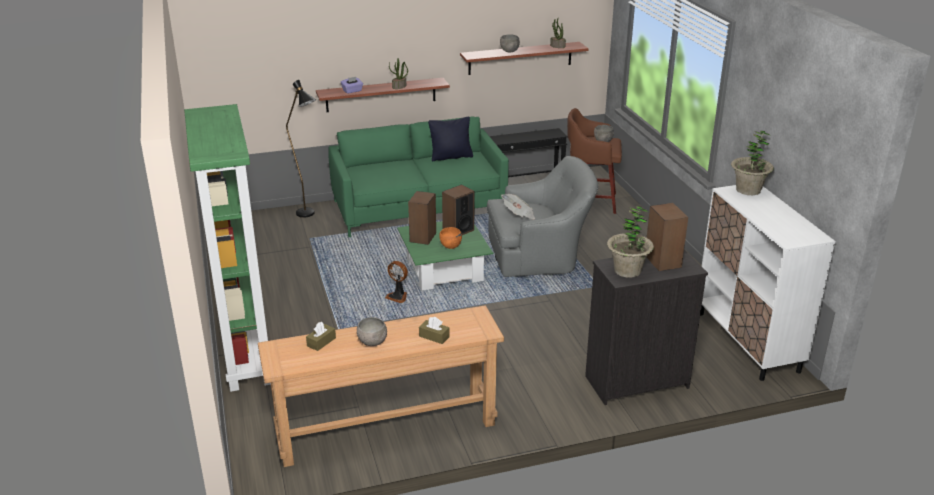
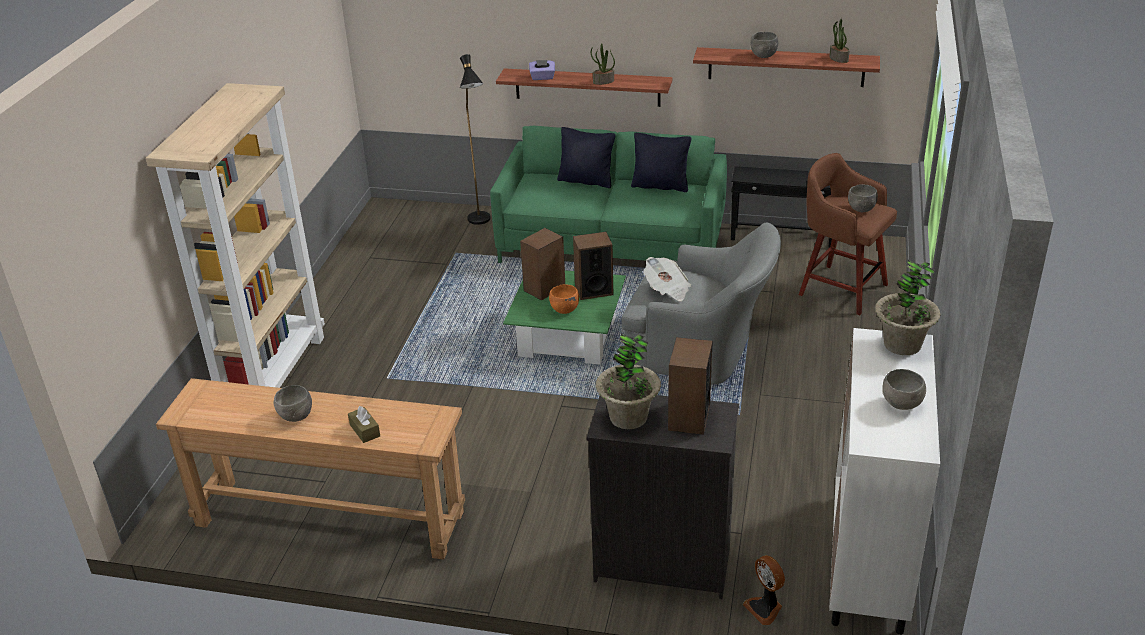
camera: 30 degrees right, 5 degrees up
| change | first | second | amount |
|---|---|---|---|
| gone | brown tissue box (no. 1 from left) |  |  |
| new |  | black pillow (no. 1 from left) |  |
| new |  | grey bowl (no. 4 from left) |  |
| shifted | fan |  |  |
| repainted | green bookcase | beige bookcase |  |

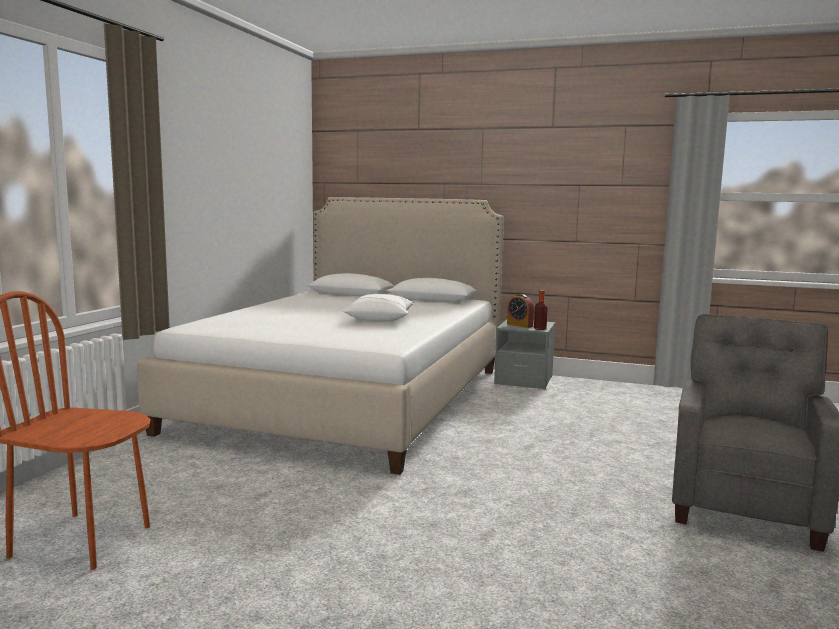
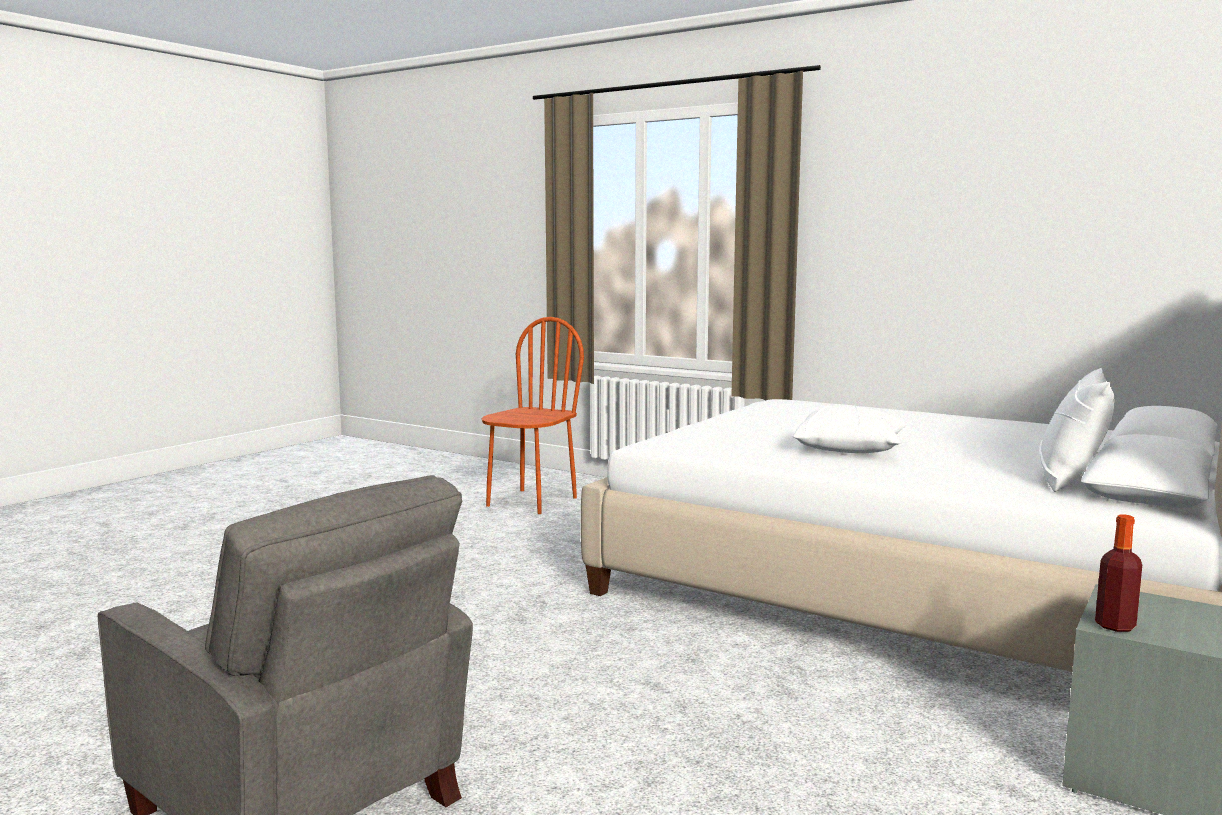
camera: 105 degrees right, 0 degrees up
| change | first | second | amount |
|---|---|---|---|
| gone | alarm clock |  |  |
| new |  | white pillow (no. 2 from left) |  |

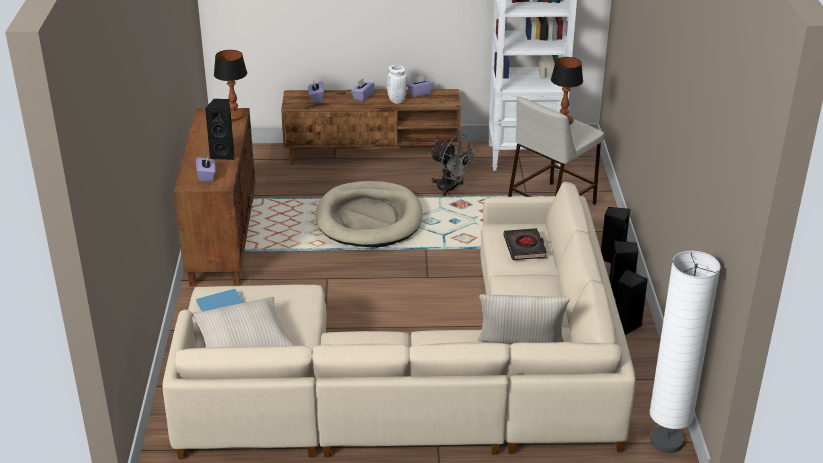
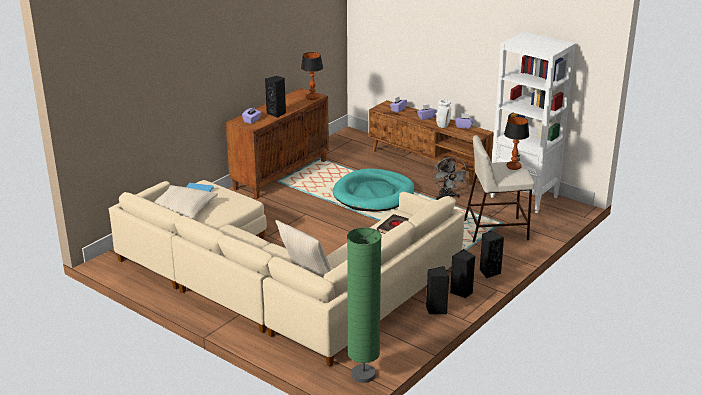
camera: 40 degrees right, 5 degrees down
| change | first | second | amount |
|---|---|---|---|
| repainted | beige dog bed | turquoise dog bed |  |
| repainted | white floor lamp | green floor lamp |  |

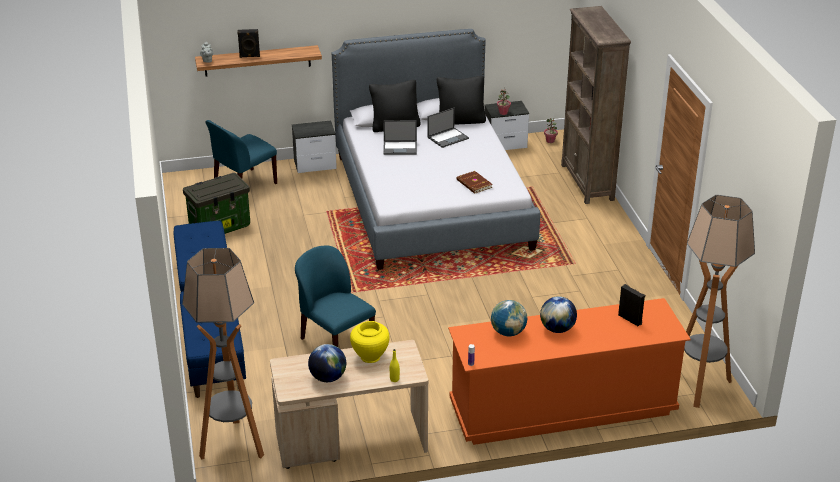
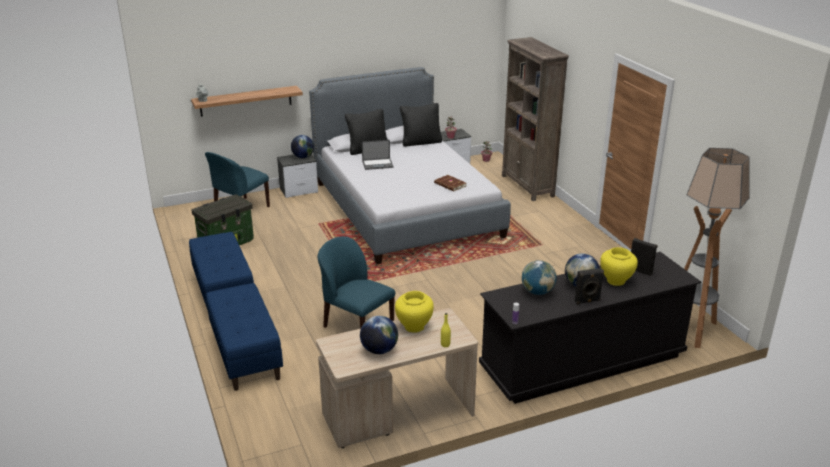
camera: 10 degrees left, 5 degrees down
| change | first | second | amount |
|---|---|---|---|
| gone | floor lamp (no. 1 from left) |  |  |
| gone | laptop (no. 2 from left) |  |  |
| new |  | globe (no. 1 from left) |  |
| new |  | yellow vase (no. 2 from left) |  |
| shifted | black speaker (no. 1 from left) |  |  |
| repainted | orange dresser | black dresser |  |

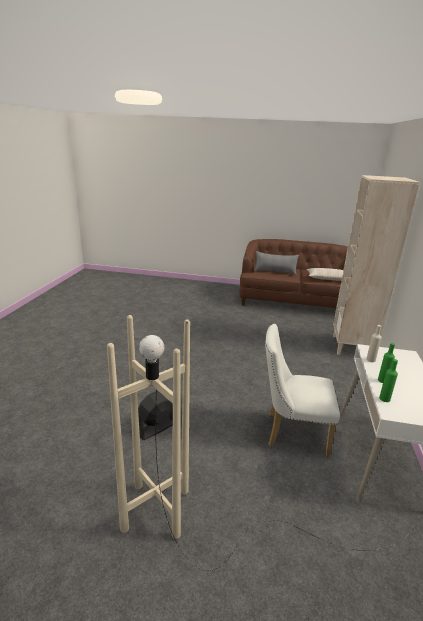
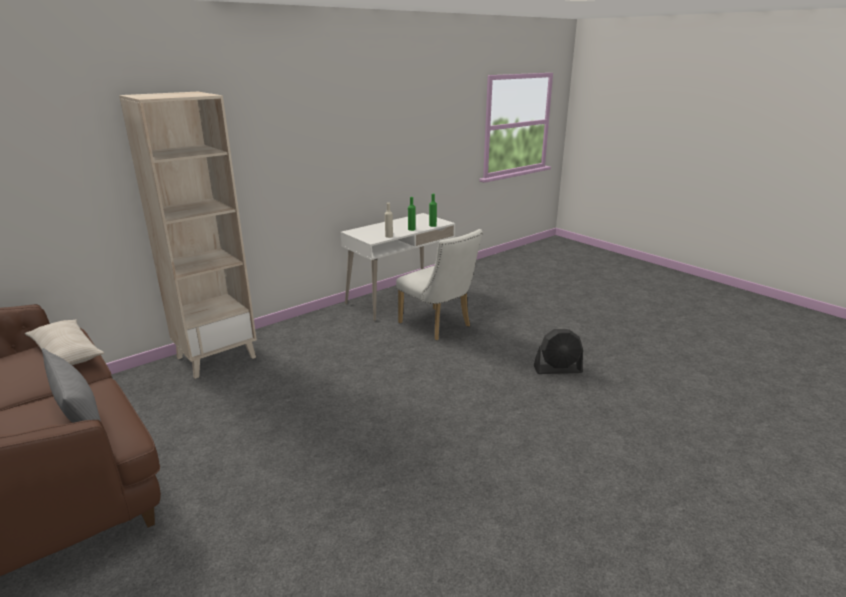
camera: 140 degrees left, 0 degrees up
| change | first | second | amount |
|---|---|---|---|
| gone | beige floor lamp |  |  |

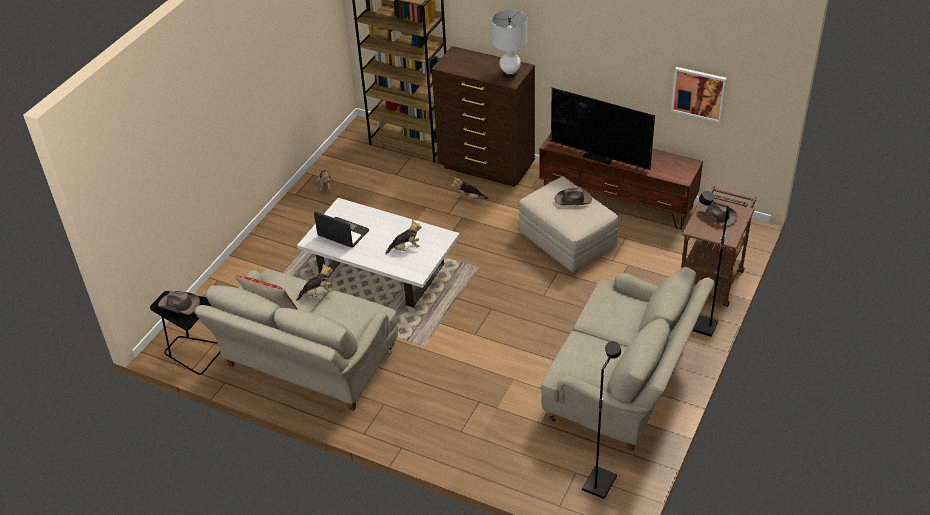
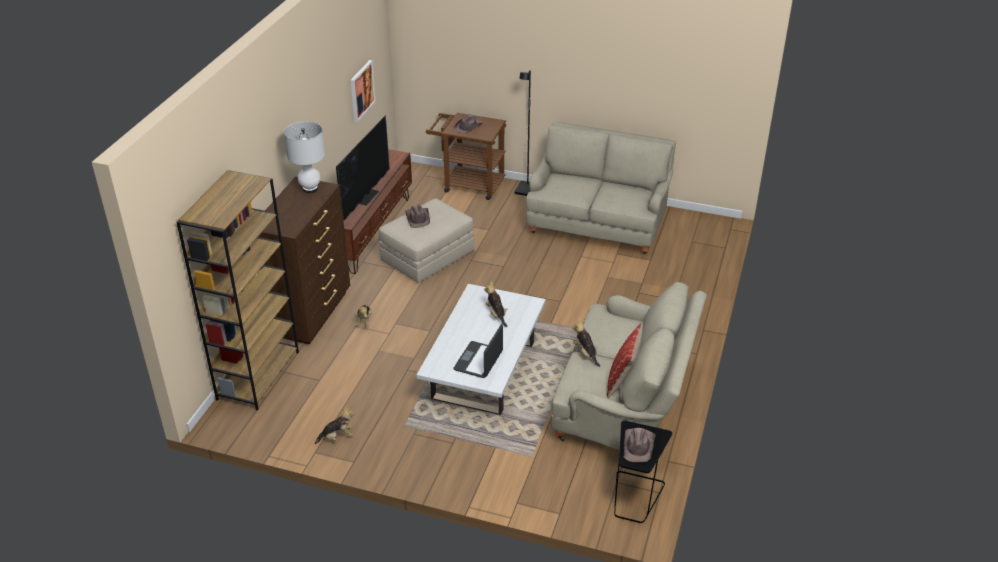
camera: 100 degrees left, 5 degrees down
| change | first | second | amount |
|---|---|---|---|
| gone | black floor lamp (no. 1 from left) |  |  |

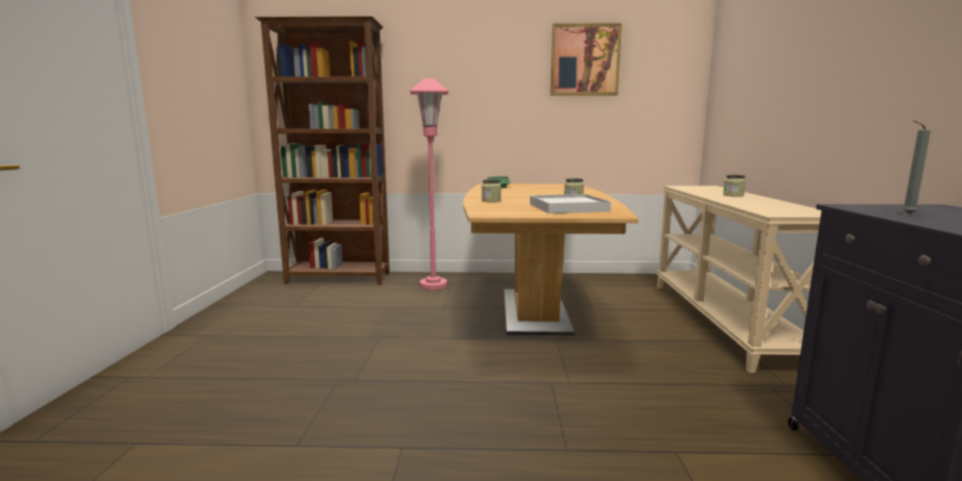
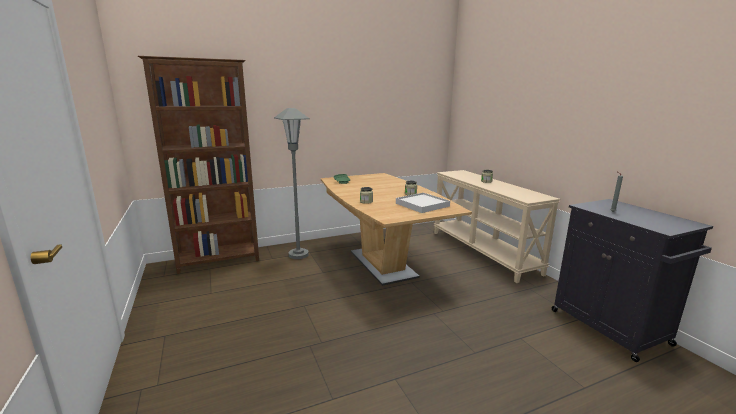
camera: 25 degrees left, 5 degrees up
| change | first | second | amount |
|---|---|---|---|
| gone | picture |  |  |
| repainted | pink floor lamp | grey floor lamp |  |

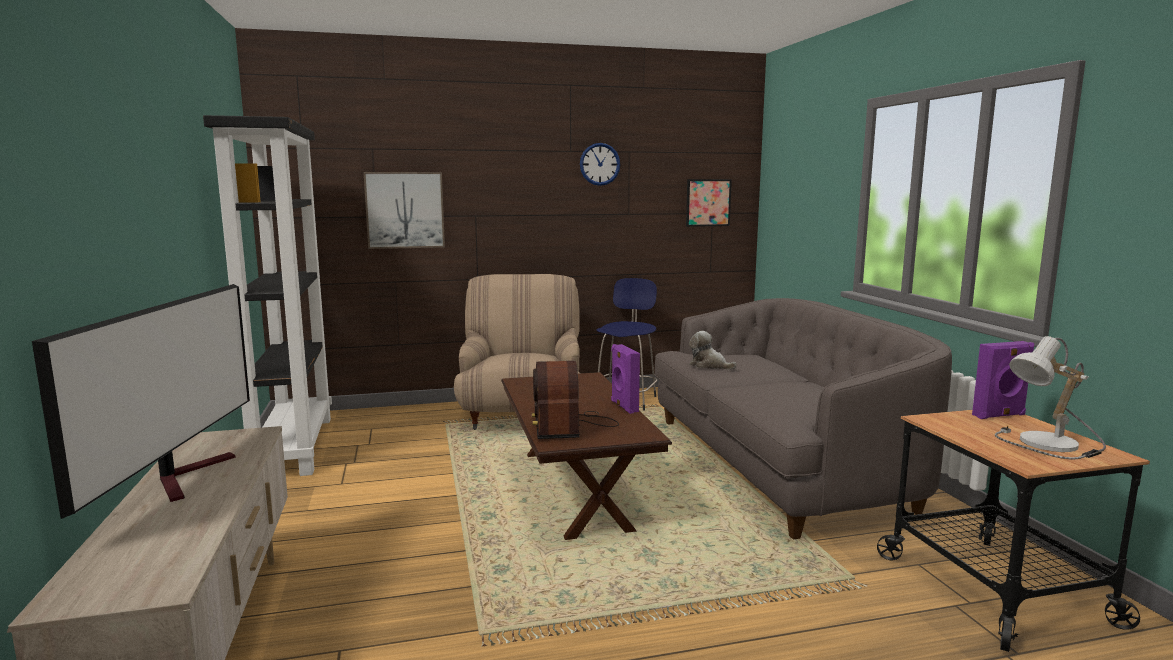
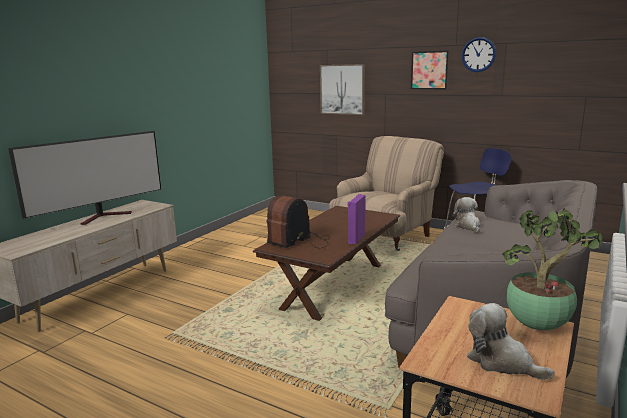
camera: 45 degrees right, 5 degrees up
| change | first | second | amount |
|---|---|---|---|
| gone | black bookcase |  |  |
| shifted | picture (no. 2 from left) |  |  |
| swapped | purple speaker (no. 2 from left) | potted plant |  |
| swapped | table lamp | plush toy (no. 2 from left) |  |

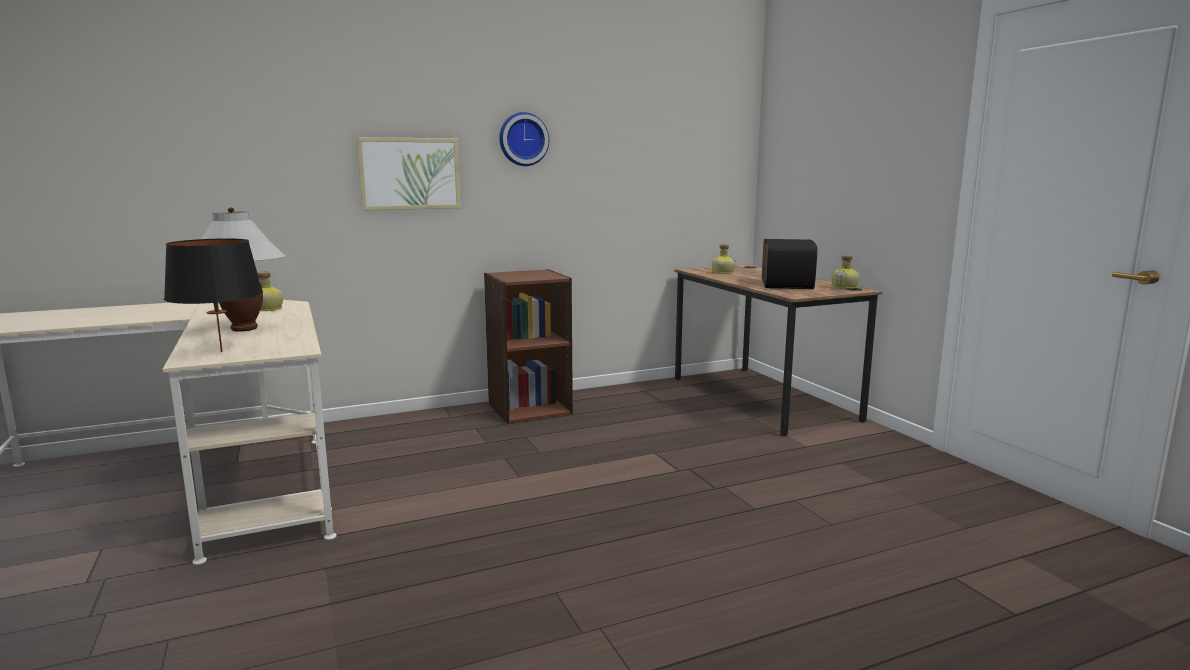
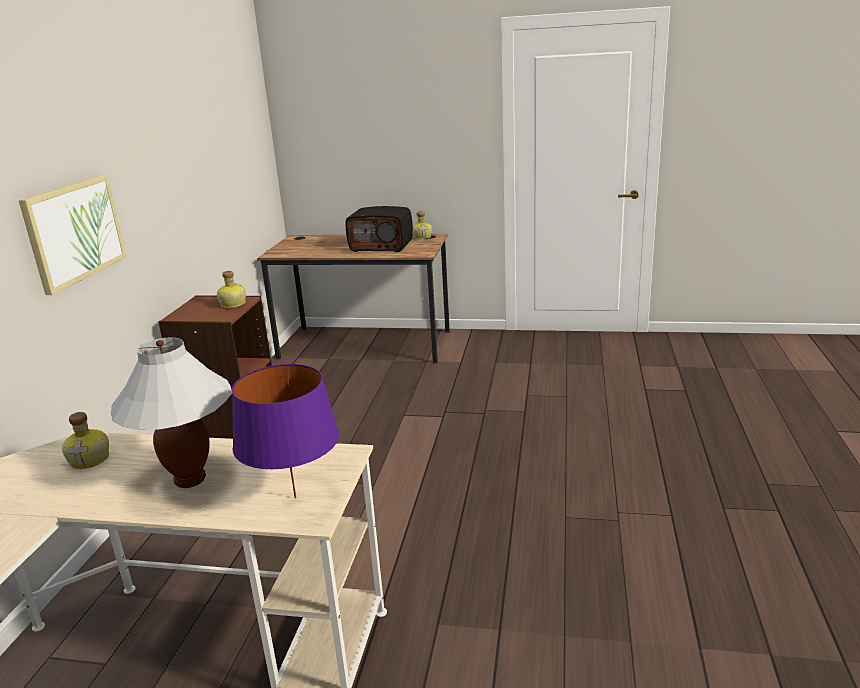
camera: 55 degrees left, 10 degrees up
| change | first | second | amount |
|---|---|---|---|
| gone | wall clock |  |  |
| shifted | bottle (no. 2 from left) |  |  |
| repainted | black table lamp | purple table lamp |  |
| rotated | radio |  | 150 degrees clockwise |

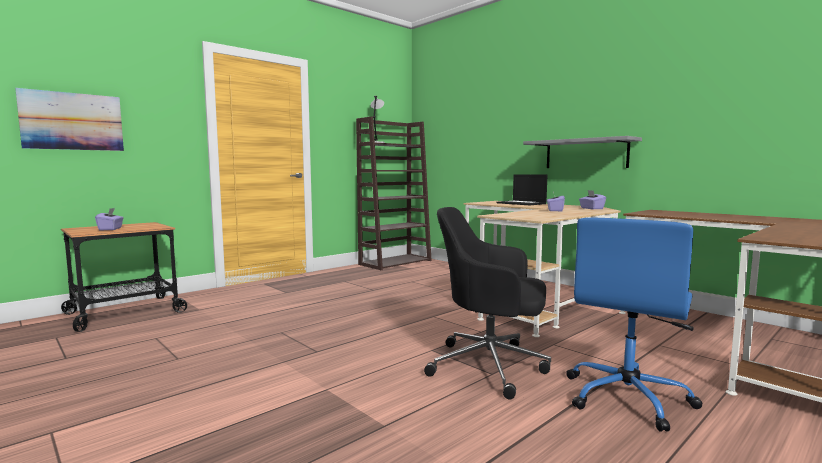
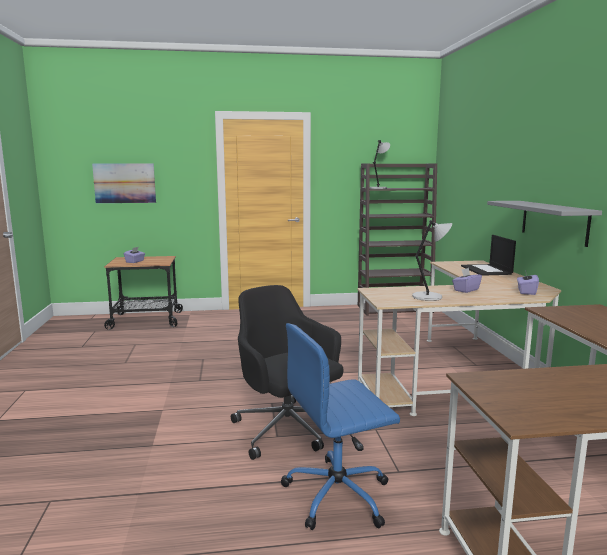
camera: 35 degrees right, 5 degrees up
| change | first | second | amount |
|---|---|---|---|
| new |  | grey table lamp (no. 2 from left) |  |

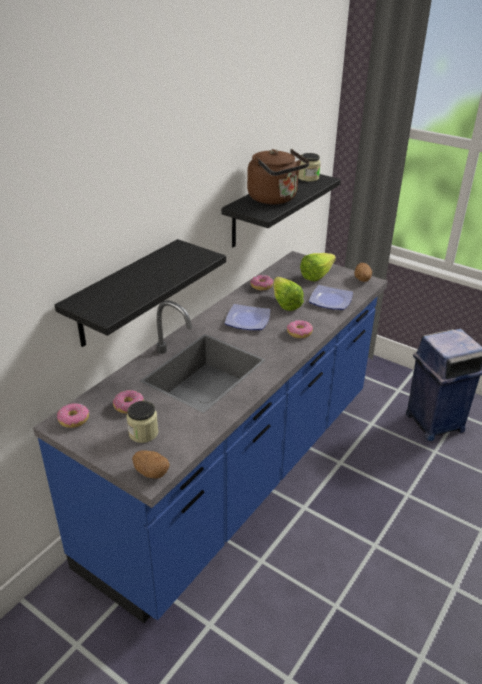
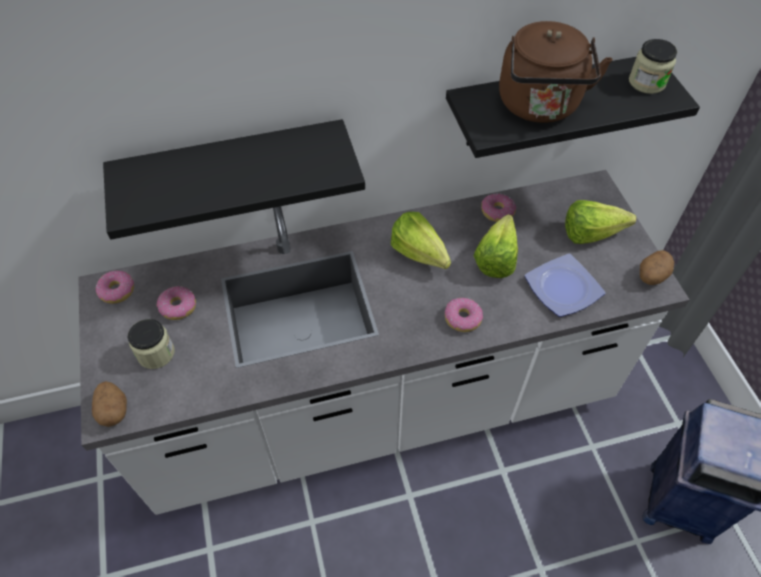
camera: 40 degrees right, 20 degrees up
| change | first | second | amount |
|---|---|---|---|
| swapped | plate (no. 1 from left) | lettuce (no. 1 from left) |  |
| repainted | blue counter | white counter |  |

